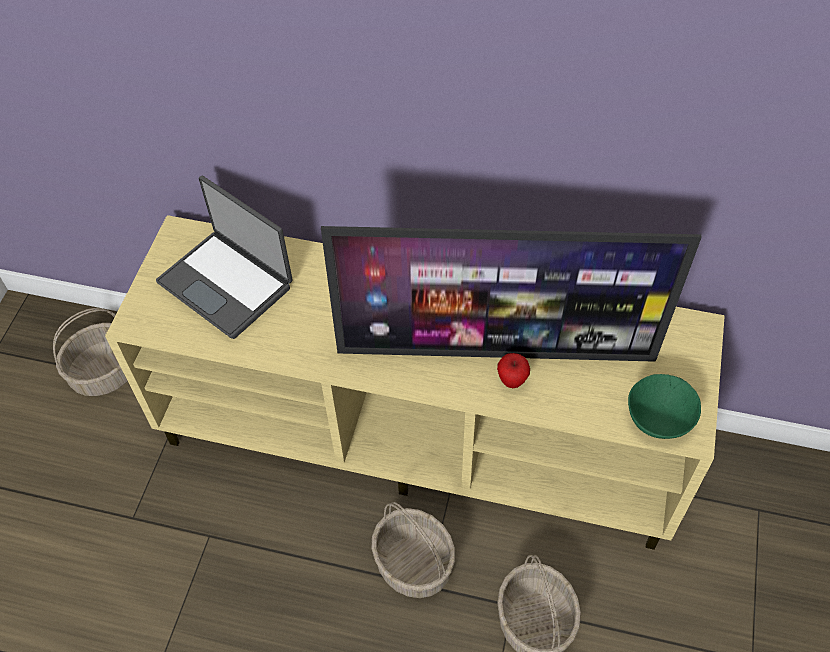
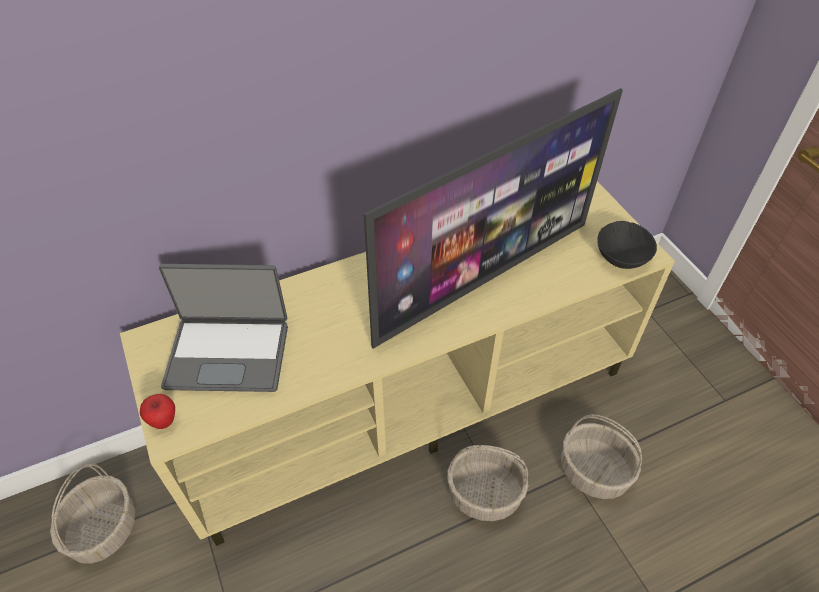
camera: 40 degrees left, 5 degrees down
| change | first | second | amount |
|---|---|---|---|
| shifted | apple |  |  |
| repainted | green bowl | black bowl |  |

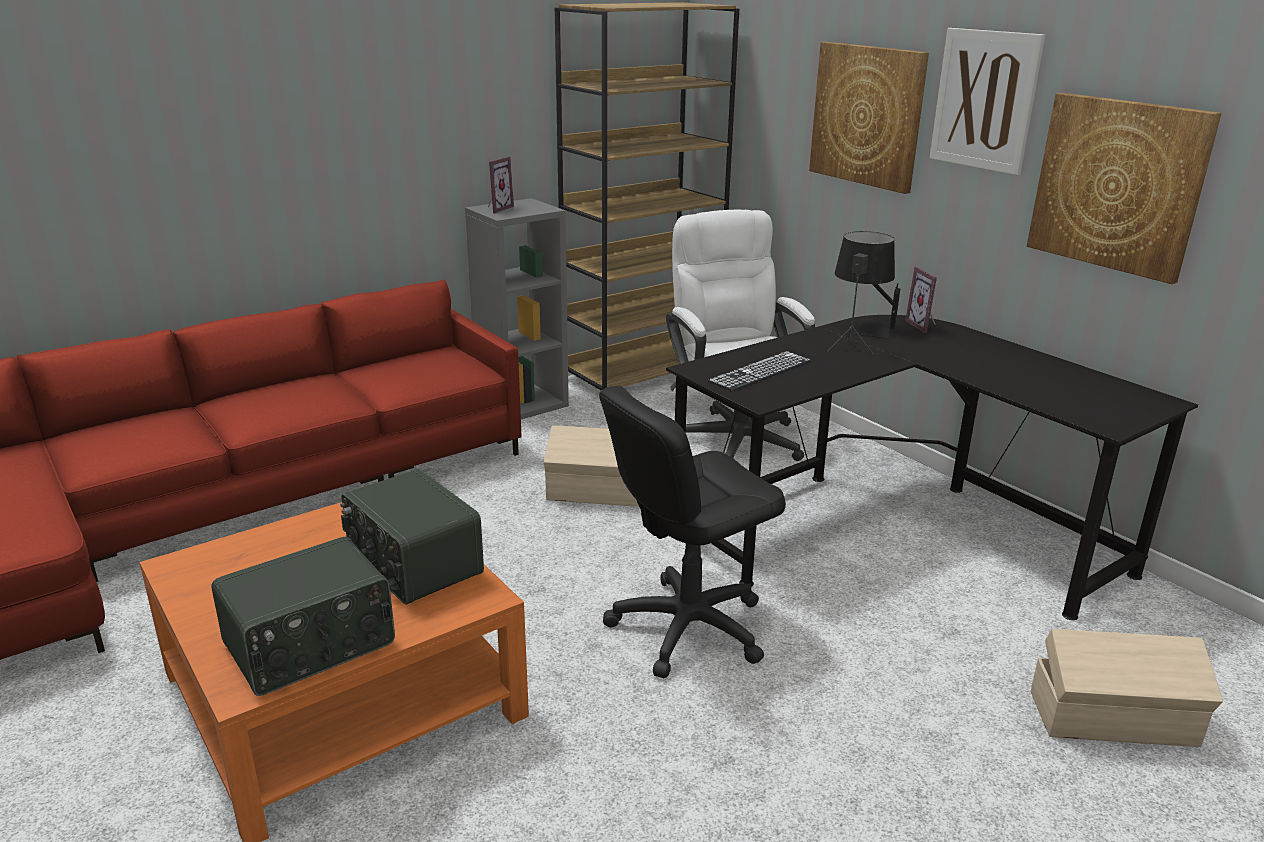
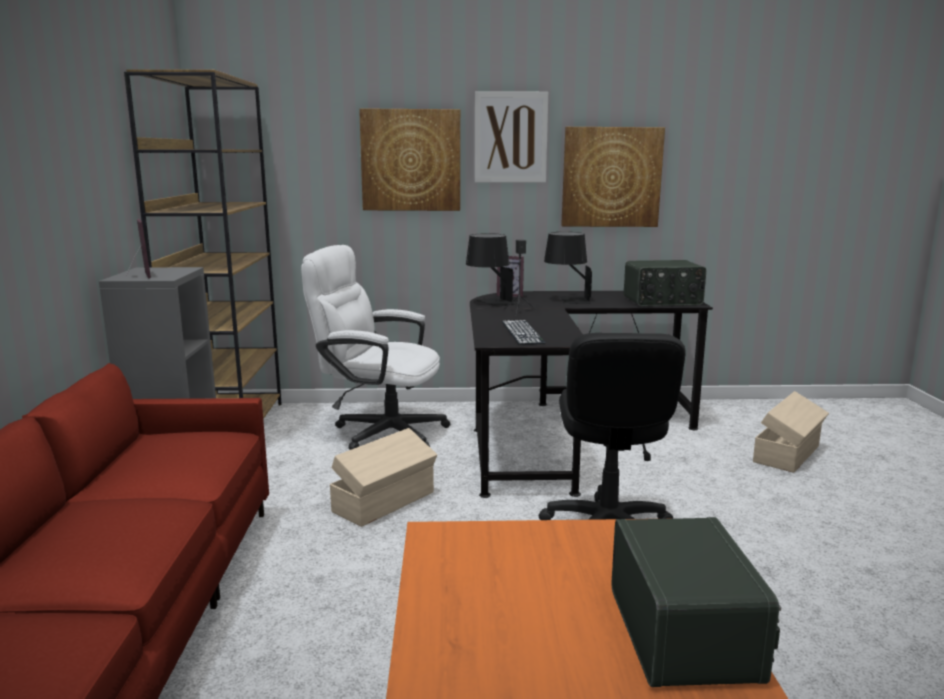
camera: 55 degrees left, 10 degrees down
| change | first | second | amount |
|---|---|---|---|
| new |  | black table lamp (no. 2 from left) |  |
| shifted | radio (no. 2 from left in the first image) | radio (no. 1 from left) |  |

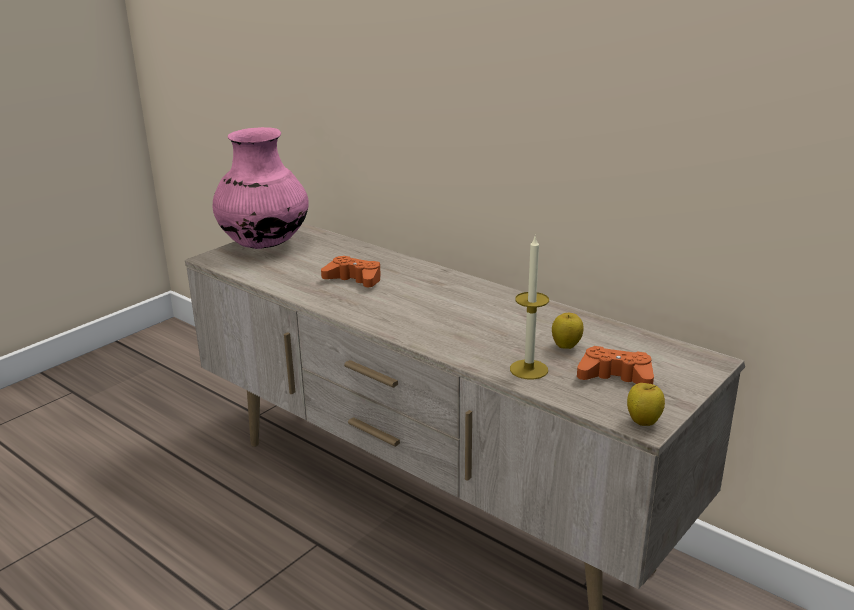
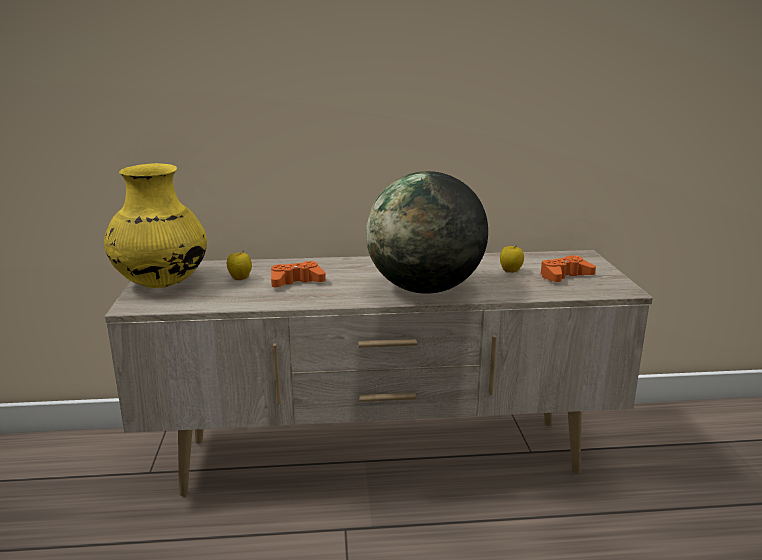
camera: 45 degrees left, 5 degrees down
| change | first | second | amount |
|---|---|---|---|
| gone | candle |  |  |
| new |  | globe |  |
| shifted | apple (no. 2 from left in the first image) | apple (no. 1 from left) |  |
| repainted | pink vase | yellow vase |  |

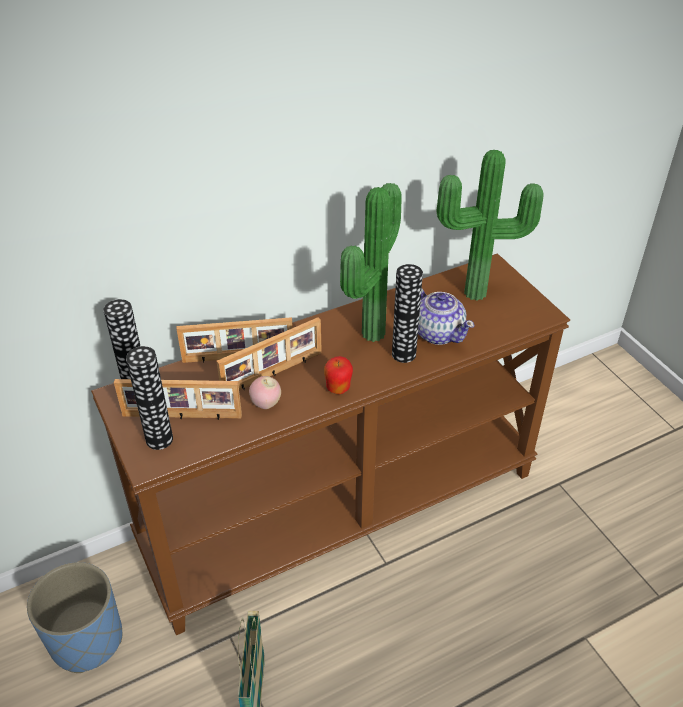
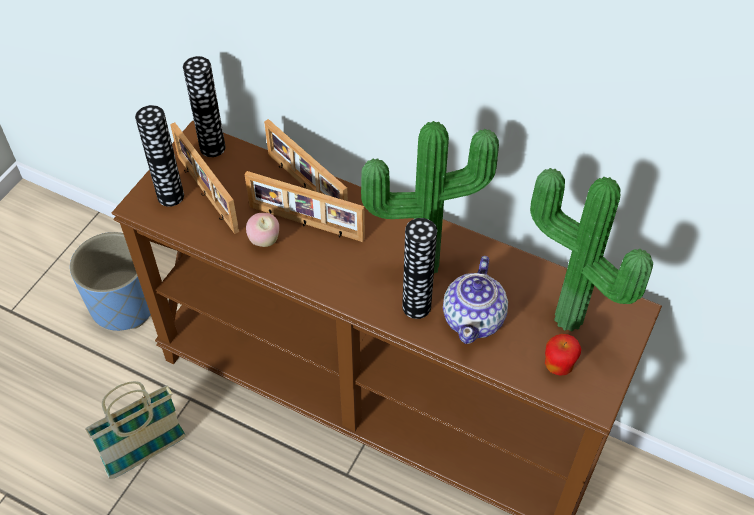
camera: 55 degrees right, 10 degrees up
| change | first | second | amount |
|---|---|---|---|
| shifted | apple (no. 2 from left) |  |  |

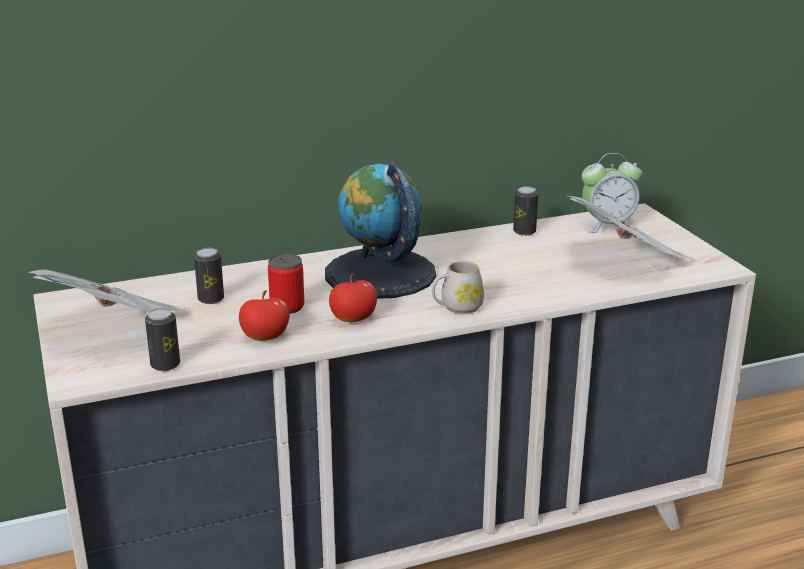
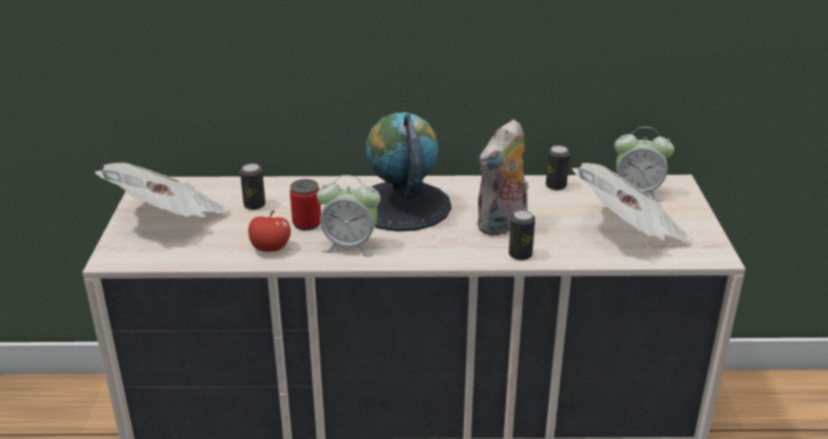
camera: 20 degrees right, 5 degrees up
| change | first | second | amount |
|---|---|---|---|
| gone | white mug |  |  |
| new |  | plush toy |  |
| shifted | can (no. 1 from left in the first image) | can (no. 3 from left) |  |
| swapped | apple (no. 2 from left) | alarm clock (no. 1 from left) |  |

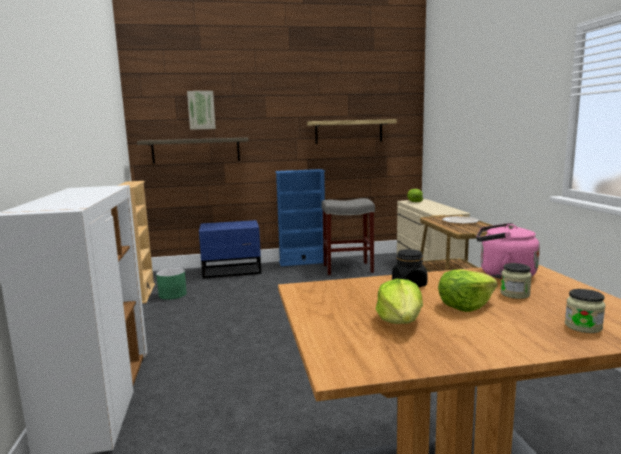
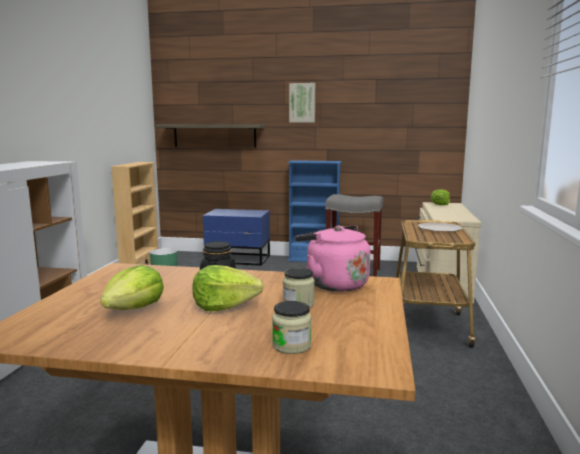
camera: 20 degrees right, 0 degrees up
| change | first | second | amount |
|---|---|---|---|
| gone | shelf (no. 2 from left) |  |  |
| shifted | picture |  |  |

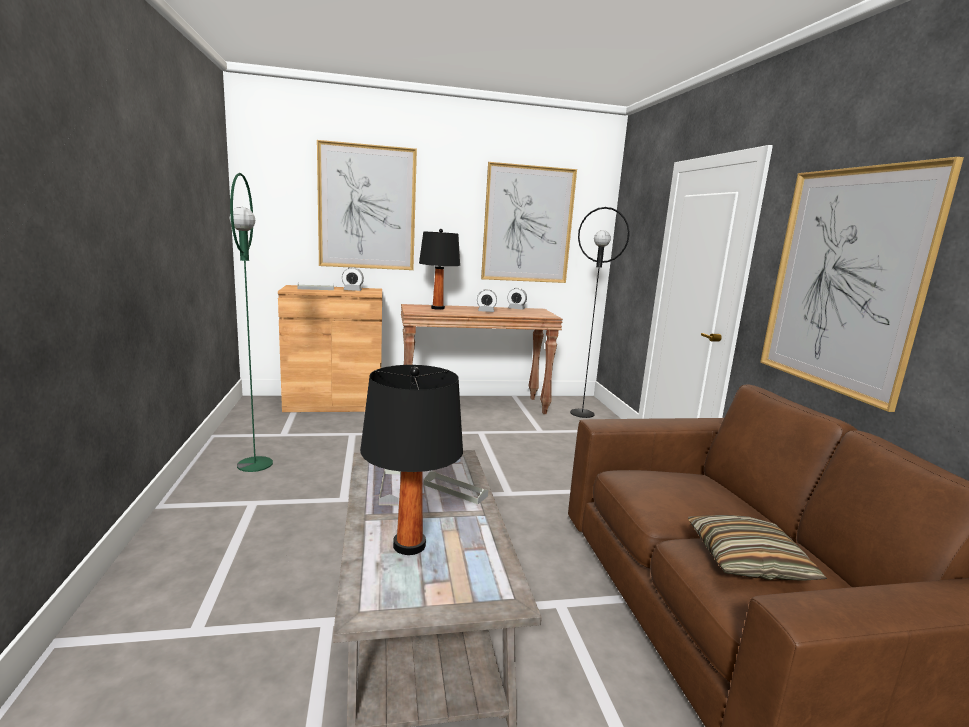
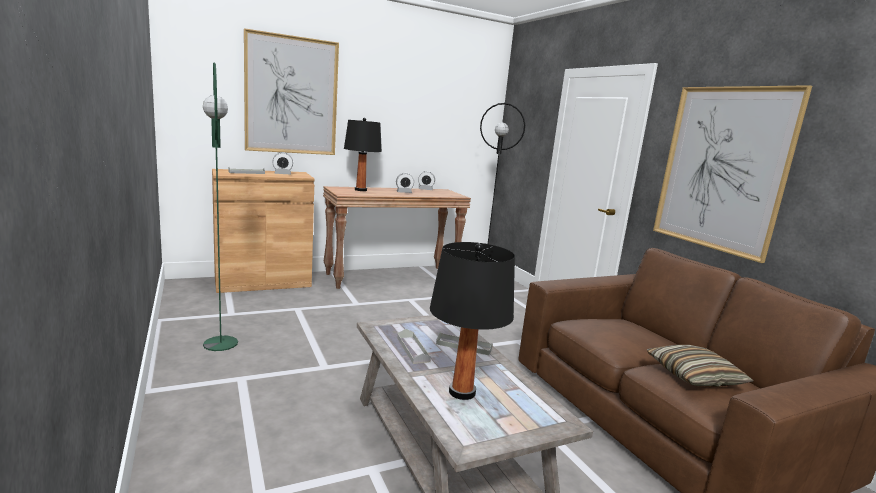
camera: 15 degrees left, 0 degrees up
| change | first | second | amount |
|---|---|---|---|
| gone | picture (no. 2 from left) |  |  |

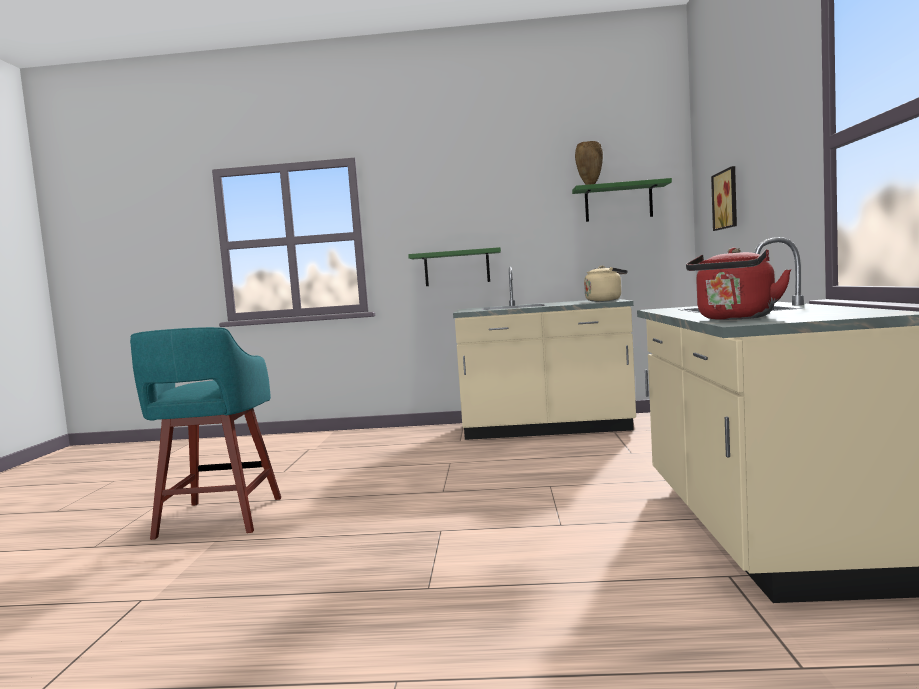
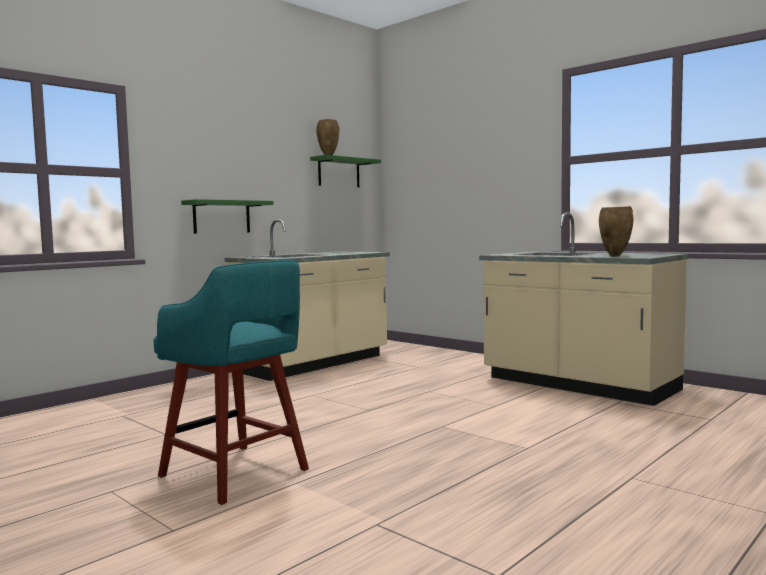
camera: 50 degrees left, 0 degrees up
| change | first | second | amount |
|---|---|---|---|
| gone | beige kettle |  |  |
| gone | picture |  |  |
| swapped | red kettle | brown vase (no. 2 from left) |  |

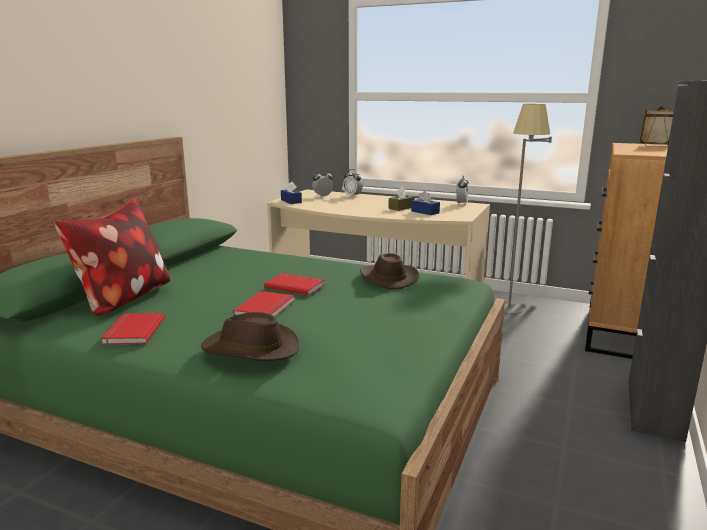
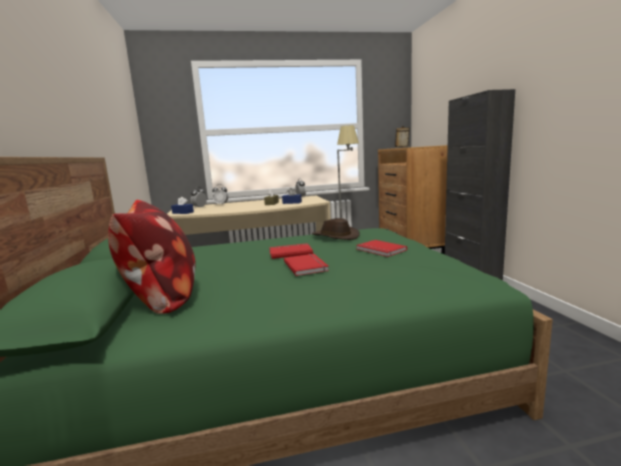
camera: 35 degrees left, 5 degrees down
| change | first | second | amount |
|---|---|---|---|
| gone | brown hat (no. 1 from left) |  |  |
| shifted | red book (no. 1 from left in the first image) | red book (no. 3 from left) |  |

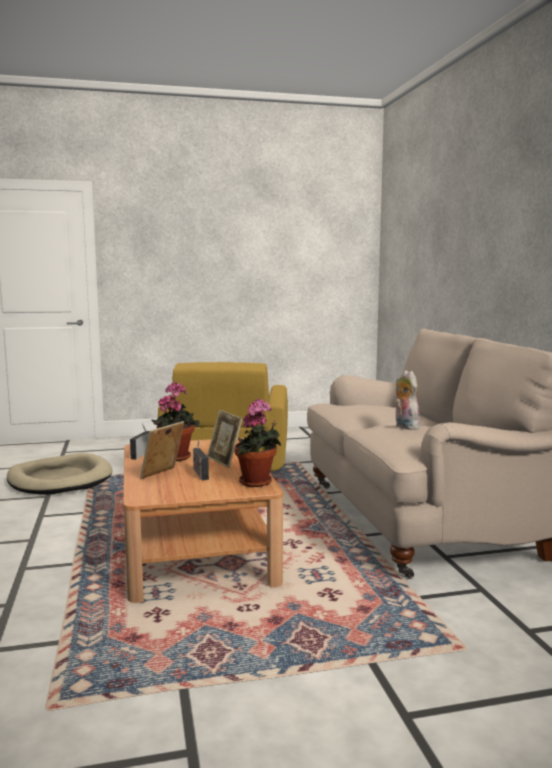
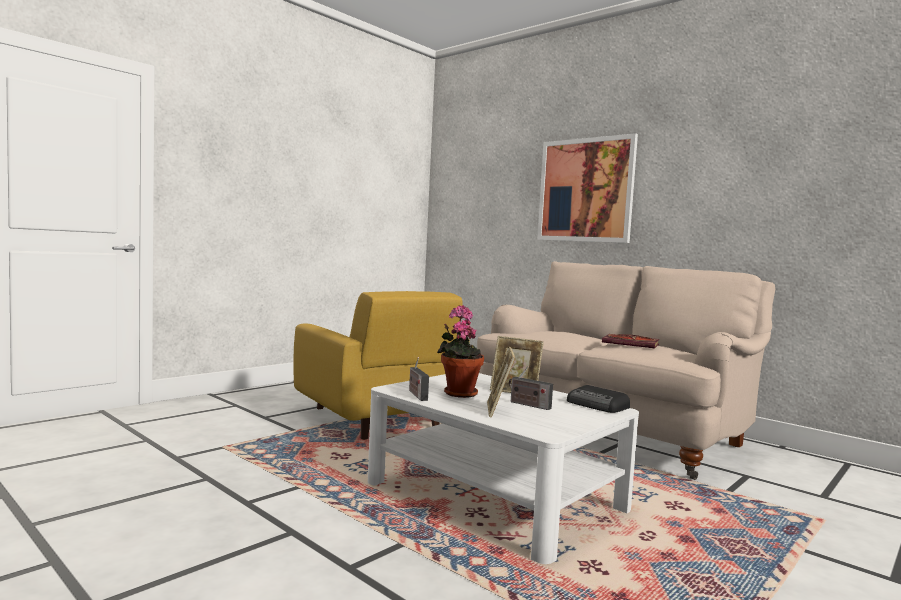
camera: 35 degrees left, 5 degrees down
| change | first | second | amount |
|---|---|---|---|
| gone | beige dog bed |  |  |
| new |  | picture |  |
| swapped | potted plant (no. 2 from left) | radio (no. 3 from left) |  |
| swapped | plush toy | book |  |
| repainted | brown coffee table | white coffee table |  |

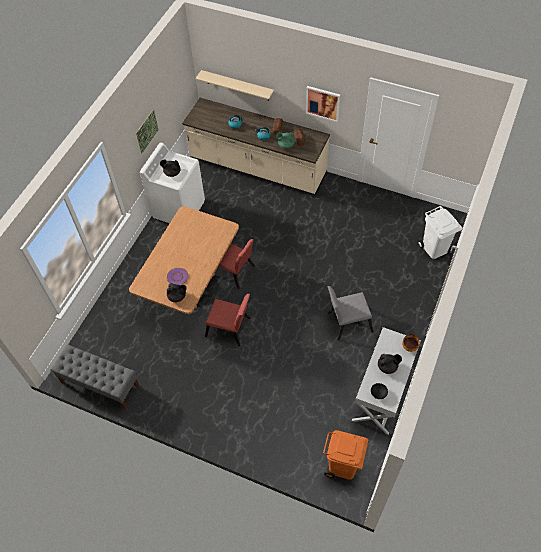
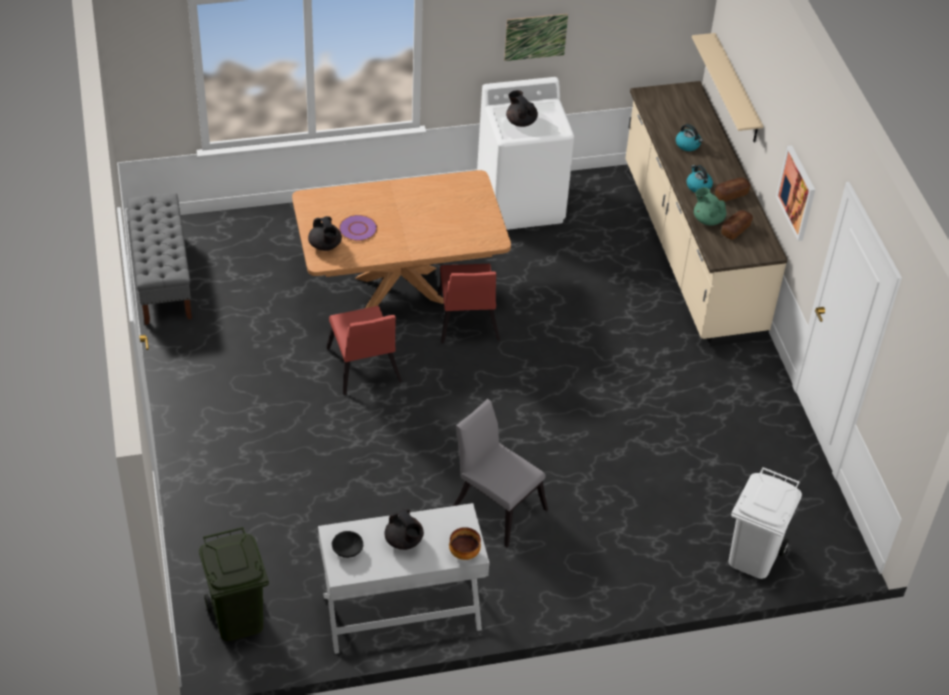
camera: 50 degrees right, 10 degrees down
| change | first | second | amount |
|---|---|---|---|
| repainted | orange trash can | green trash can |  |

